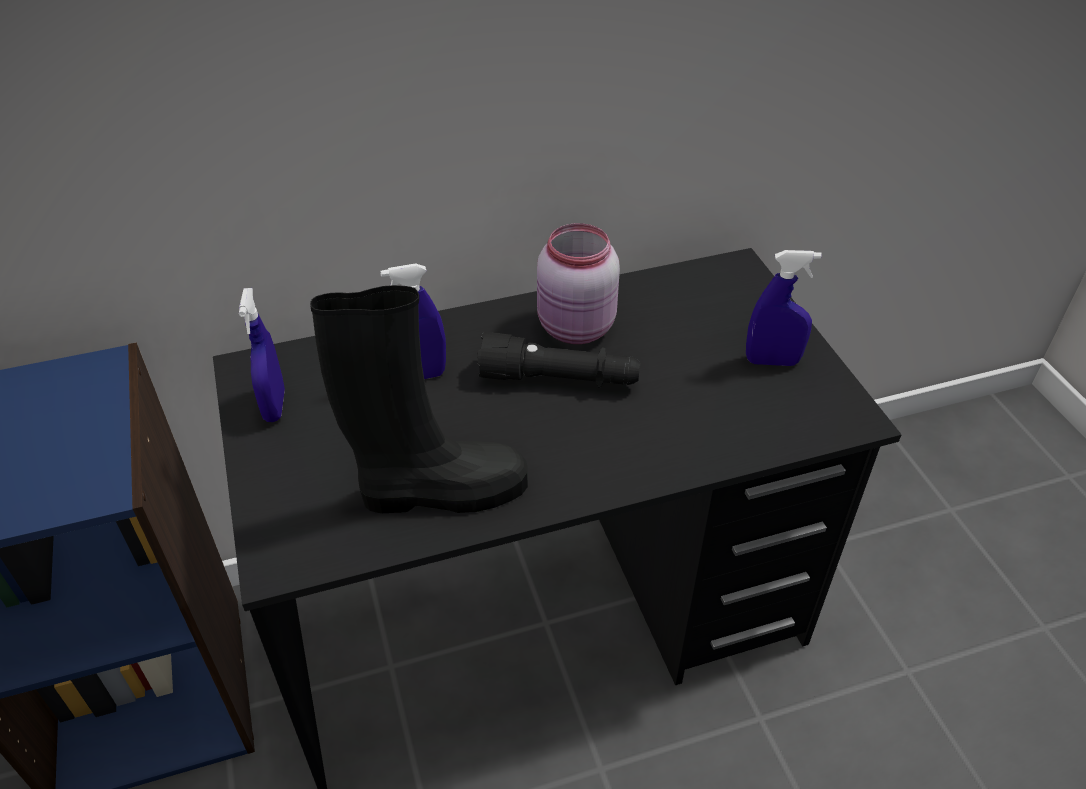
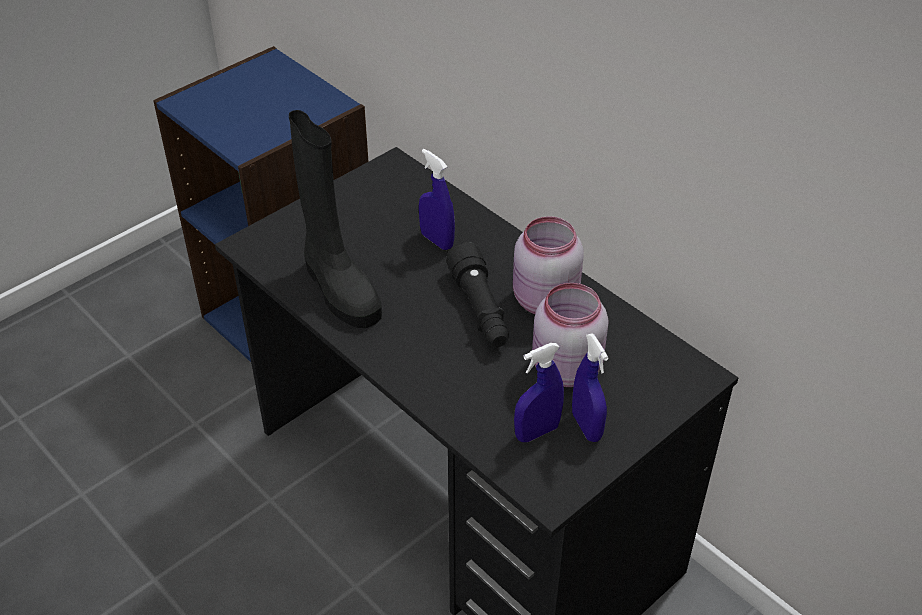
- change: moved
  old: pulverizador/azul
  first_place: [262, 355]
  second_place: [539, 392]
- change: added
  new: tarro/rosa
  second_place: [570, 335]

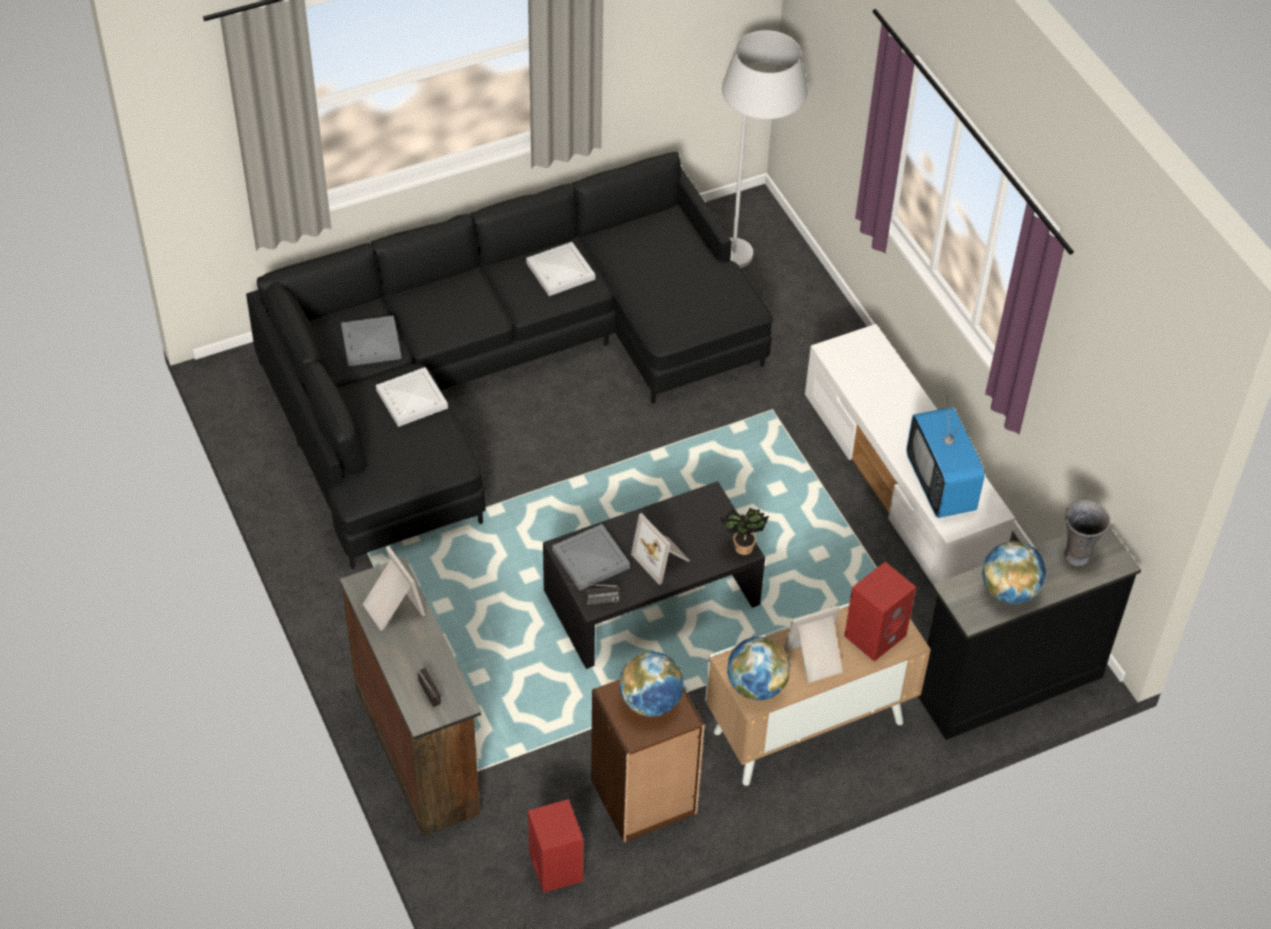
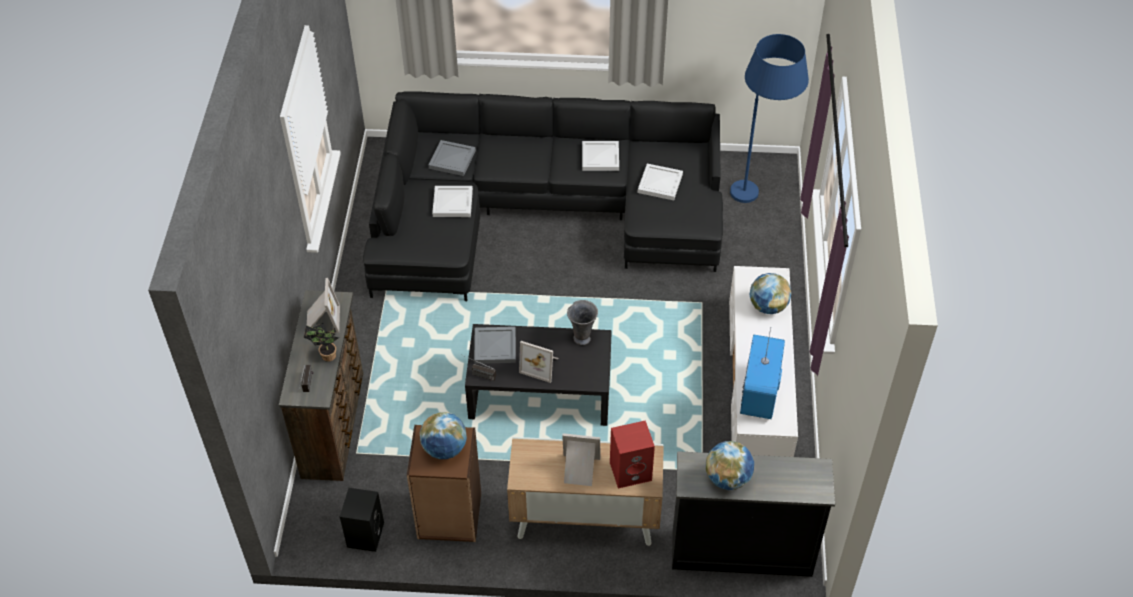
- change: recoloured
  old: altavoz/rojo
  new: altavoz/negro
  first_place: [555, 846]
  second_place: [362, 520]
- change: turned
  old: portarretratos
  first_place: [660, 549]
  second_place: [538, 362]
  degrees: -60
- change: moved
  old: planta en maceta
  first_place: [744, 531]
  second_place: [321, 342]
- change: recoloured
  old: lámpara de pie/blanco
  new: lámpara de pie/azul
  first_place: [765, 149]
  second_place: [769, 118]
- change: moved
  old: globo terráqueo
  first_place: [759, 668]
  second_place: [770, 293]
- change: moved
  old: florero/gris
  first_place: [1087, 533]
  second_place: [582, 322]
- change: added
  new: bandeja/blanco
  second_place: [660, 182]

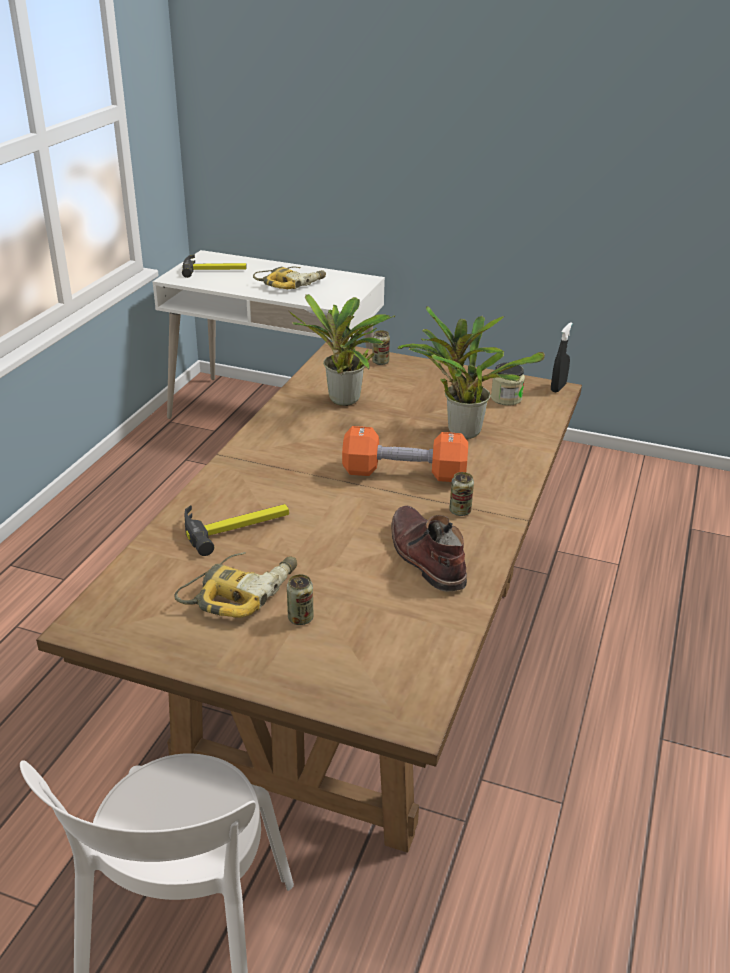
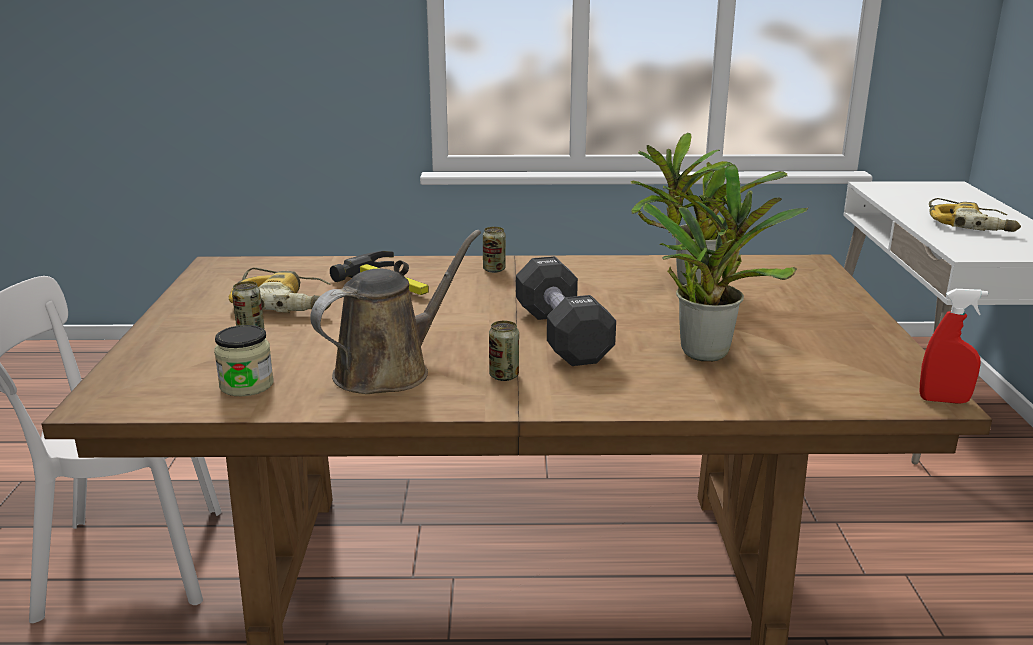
- change: removed
  old: martillo
  first_place: [214, 266]
- change: recoloured
  old: mancuerna/naranja
  new: mancuerna/negro
  first_place: [405, 454]
  second_place: [566, 311]
- change: moved
  old: lata
  first_place: [381, 347]
  second_place: [494, 250]
- change: replaced
  old: bota/marrón
  new: regadera/marrón
  first_place: [429, 548]
  second_place: [395, 312]
- change: moved
  old: tarro
  first_place: [508, 384]
  second_place: [243, 360]
- change: recoloured
  old: pulverizador/negro
  new: pulverizador/rojo
  first_place: [562, 357]
  second_place: [954, 346]

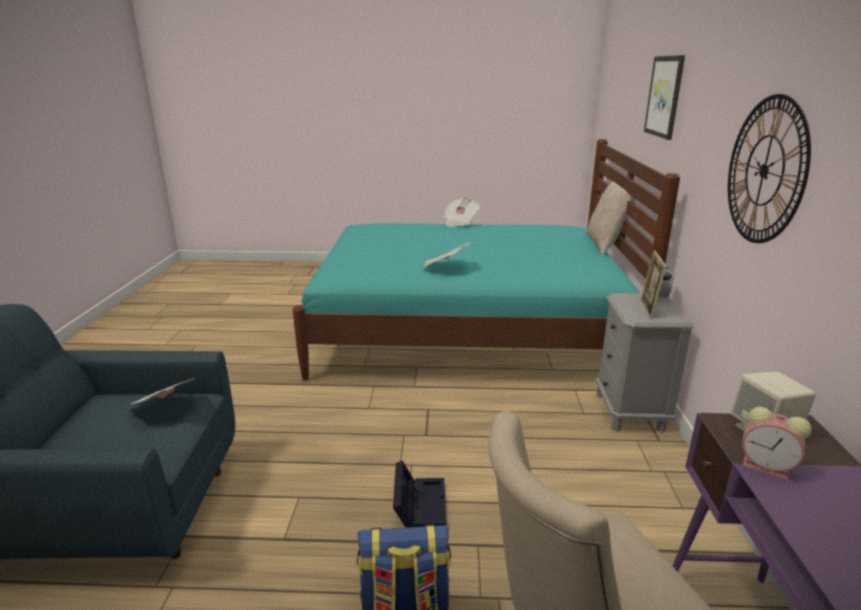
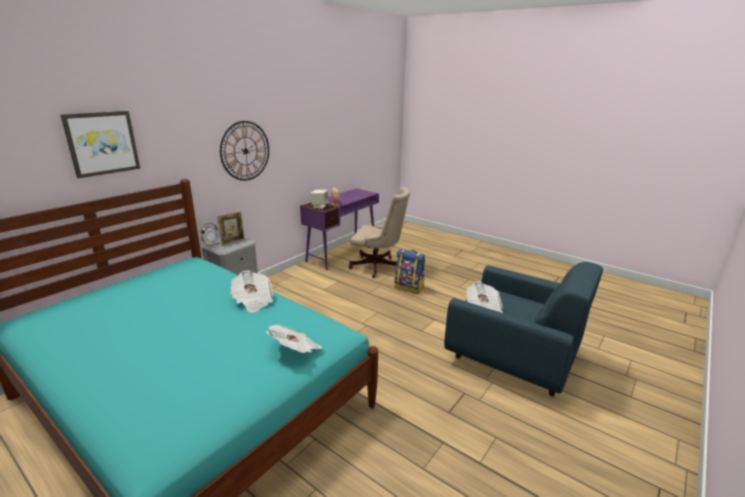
- change: removed
  old: caja de almacenaje/negro
  first_place: [420, 494]
- change: moved
  old: periódico
  first_place: [462, 212]
  second_place: [294, 339]
- change: removed
  old: cojín/beis
  first_place: [611, 218]

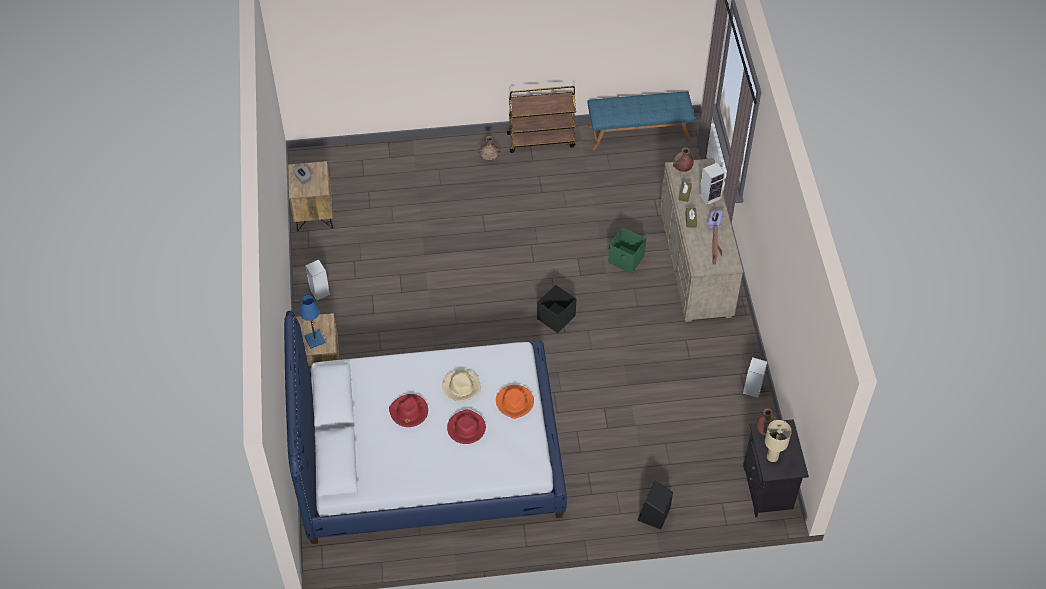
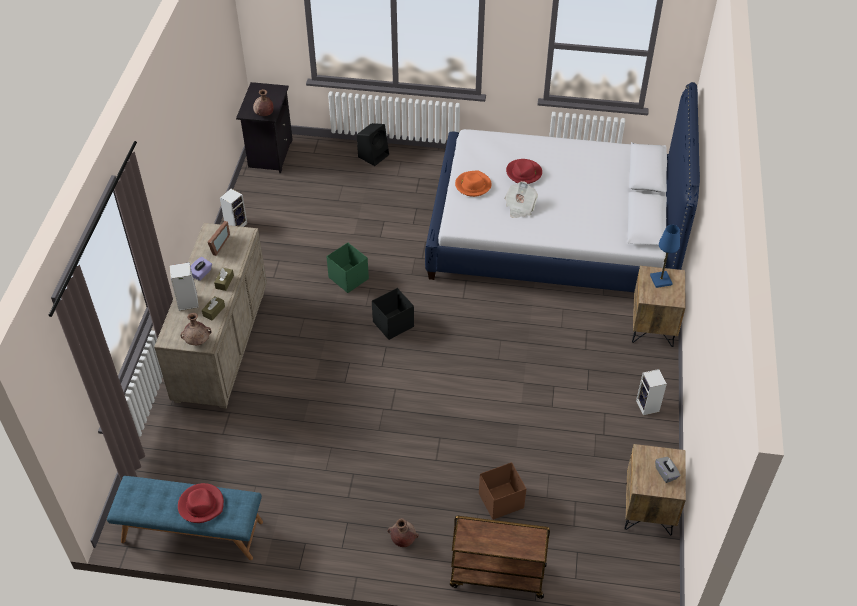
- change: moved
  old: sombrero/rojo
  first_place: [408, 410]
  second_place: [201, 503]
- change: replaced
  old: sombrero/beis
  new: periódico
  first_place: [461, 385]
  second_place: [521, 199]
- change: moved
  old: carrito/marrón
  first_place: [541, 119]
  second_place: [500, 557]
- change: moved
  old: caja de almacenaje/verde
  first_place: [627, 250]
  second_place: [347, 268]
- change: removed
  old: lámpara de mesa/beis
  first_place: [778, 441]
- change: added
  new: caja de almacenaje/marrón
  second_place: [502, 491]

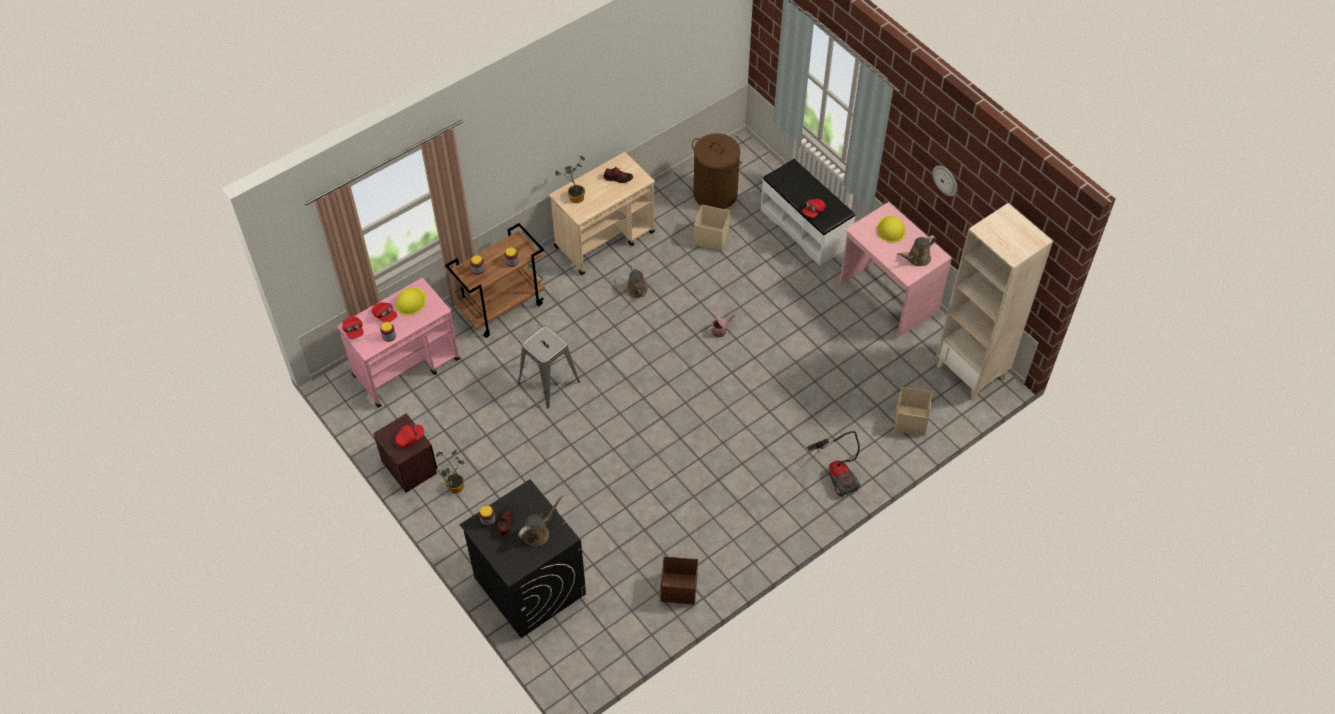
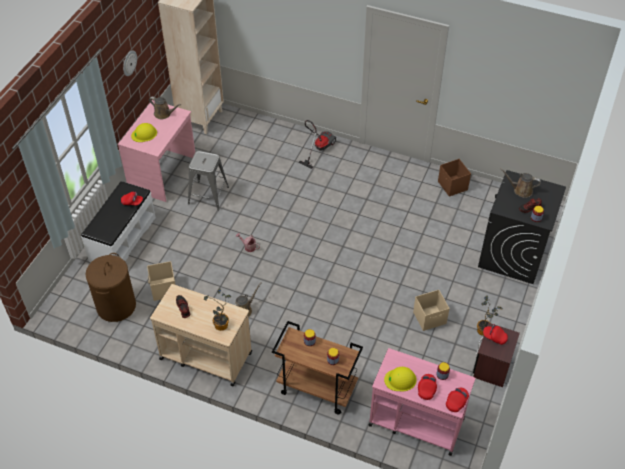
- change: moved
  old: taburete/gris
  first_place: [549, 367]
  second_place: [208, 181]
- change: moved
  old: caja de almacenaje/beis
  first_place: [913, 411]
  second_place: [431, 310]

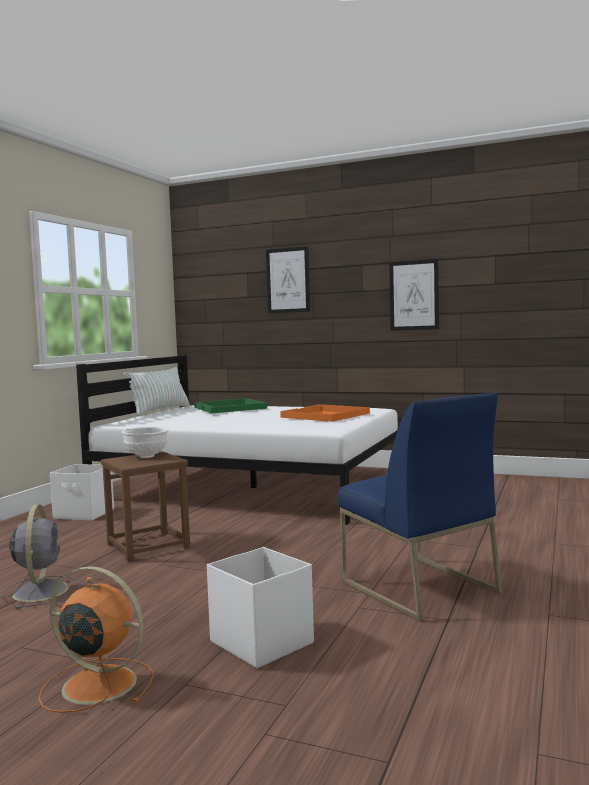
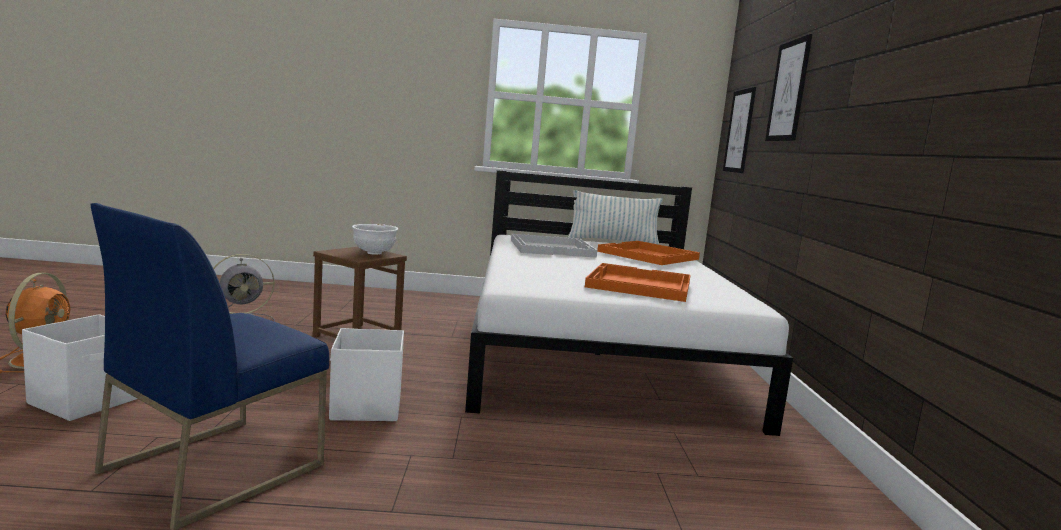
- change: moved
  old: caja de almacenaje/blanco
  first_place: [82, 492]
  second_place: [366, 374]
- change: recoloured
  old: bandeja/verde
  new: bandeja/naranja
  first_place: [230, 405]
  second_place: [648, 253]
- change: moved
  old: cuadro
  first_place: [414, 295]
  second_place: [739, 130]
- change: added
  new: bandeja/blanco
  second_place: [554, 246]

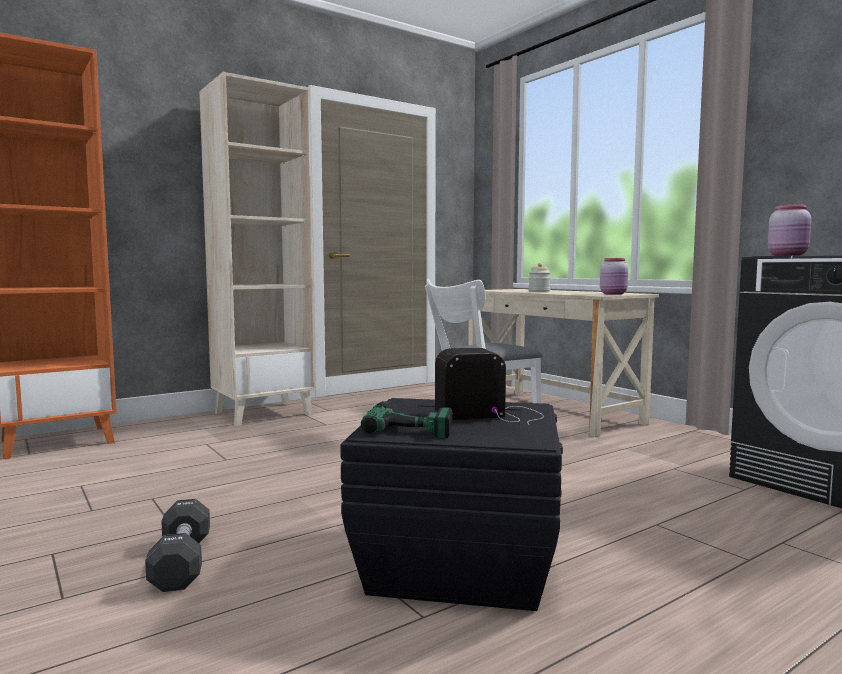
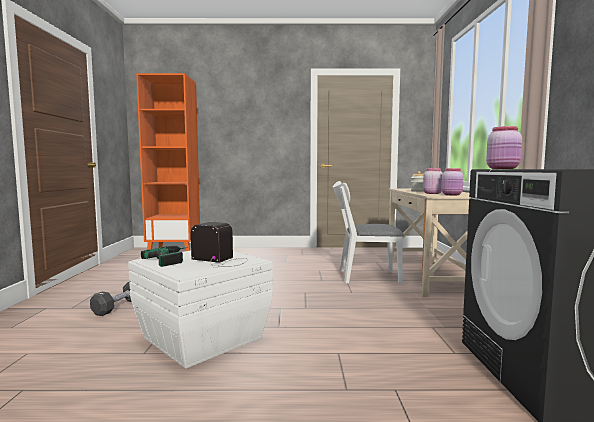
- change: removed
  old: estantería/beis
  first_place: [257, 249]
- change: recoloured
  old: caja de almacenaje/negro
  new: caja de almacenaje/blanco
  first_place: [451, 504]
  second_place: [200, 309]
- change: added
  new: tarro/rosa
  second_place: [433, 181]

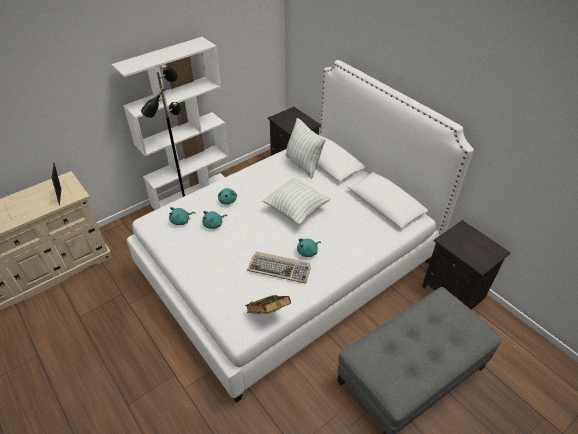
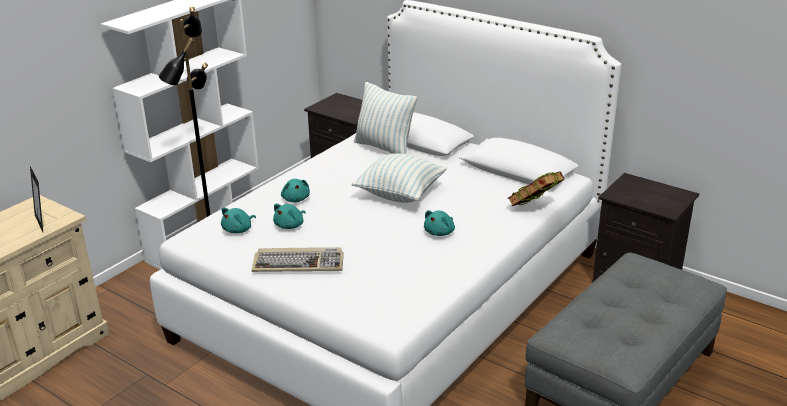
- change: moved
  old: libro
  first_place: [268, 304]
  second_place: [536, 189]
- change: moved
  old: teclado
  first_place: [279, 267]
  second_place: [298, 259]

